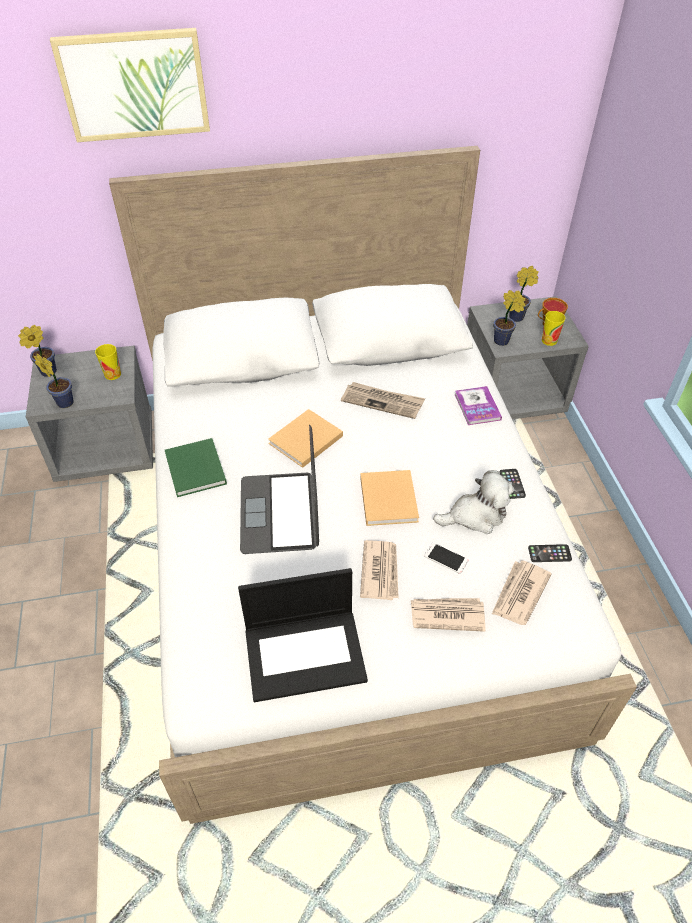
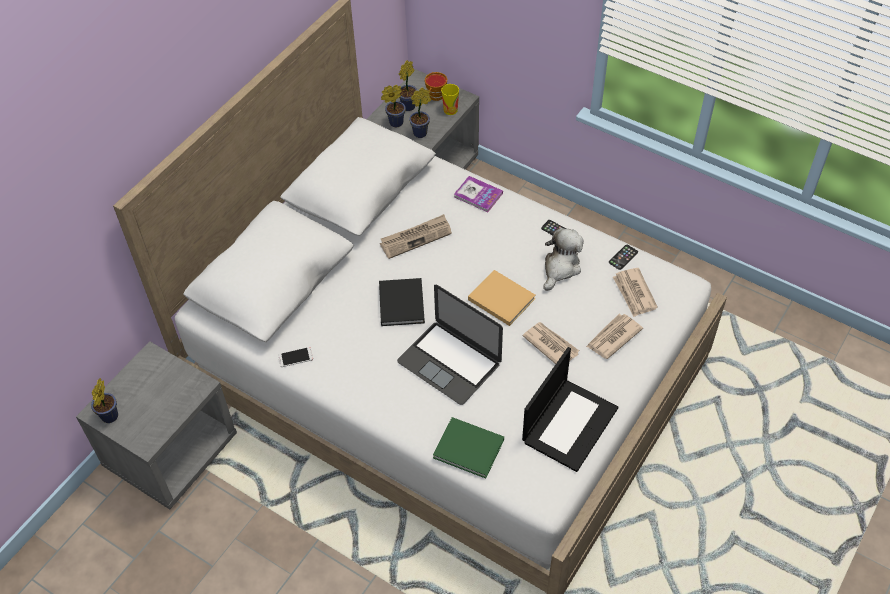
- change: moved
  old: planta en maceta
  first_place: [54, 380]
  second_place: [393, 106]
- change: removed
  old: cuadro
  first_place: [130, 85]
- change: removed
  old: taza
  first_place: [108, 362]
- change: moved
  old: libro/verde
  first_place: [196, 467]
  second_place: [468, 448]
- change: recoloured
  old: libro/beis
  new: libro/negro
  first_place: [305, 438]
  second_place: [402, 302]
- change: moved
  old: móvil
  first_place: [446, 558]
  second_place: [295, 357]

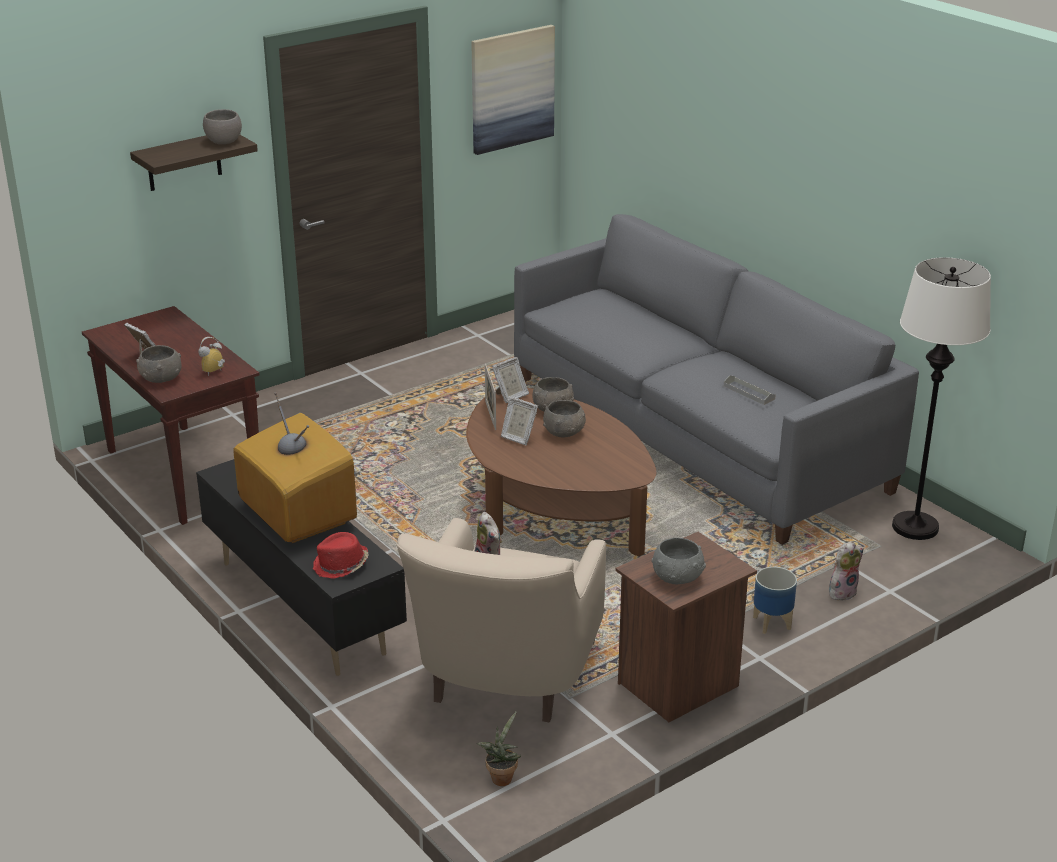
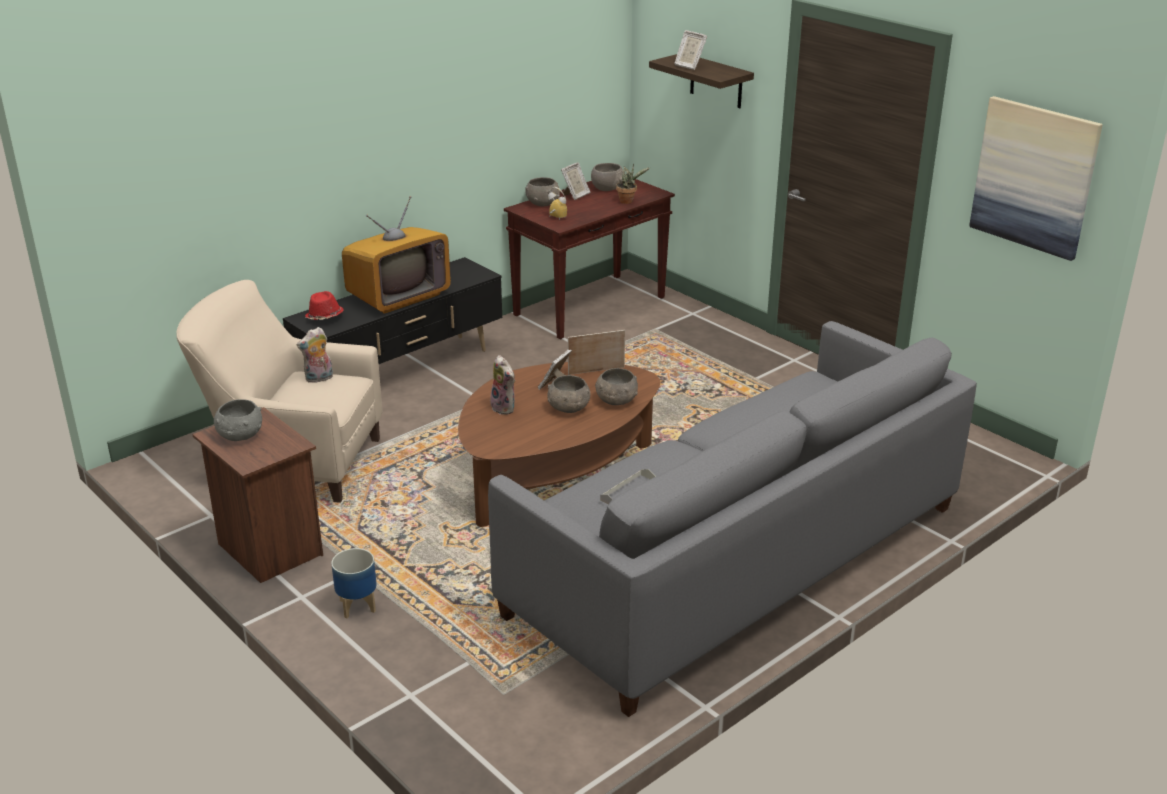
- change: moved
  old: cuenco/gris
  first_place: [222, 126]
  second_place: [607, 177]
- change: moved
  old: planta en maceta
  first_place: [498, 748]
  second_place: [633, 184]
- change: moved
  old: portarretratos
  first_place: [510, 380]
  second_place: [690, 50]
- change: moved
  old: peluche
  first_place: [846, 570]
  second_place: [502, 385]
- change: removed
  old: lámpara de pie/blanco
  first_place: [941, 398]

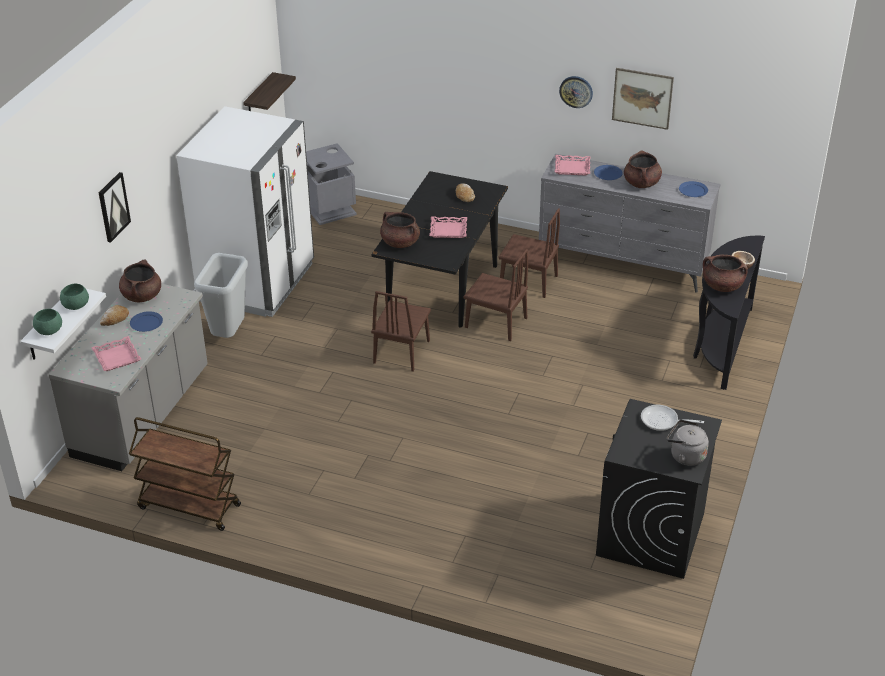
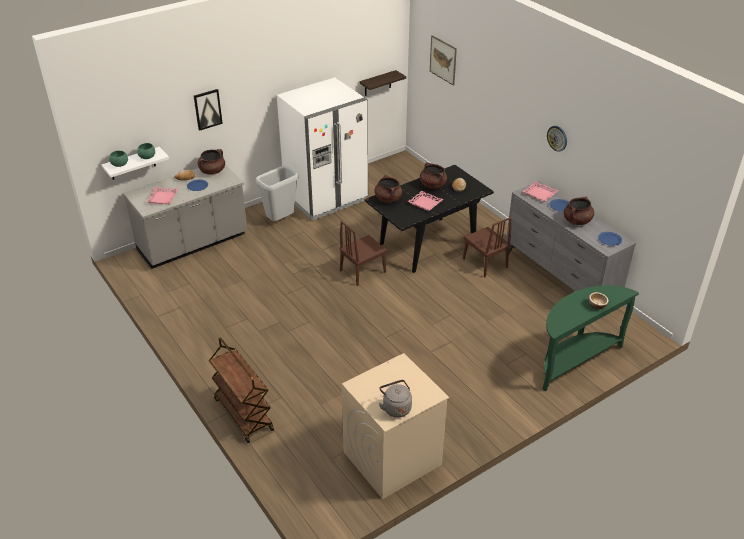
- change: moved
  old: carrito/marrón
  first_place: [185, 474]
  second_place: [241, 390]
- change: removed
  old: papelera/gris
  first_place: [331, 184]
- change: removed
  old: silla/marrón
  first_place: [496, 295]
- change: recoloured
  old: lavadora/negro
  new: lavadora/beis
  first_place: [659, 489]
  second_place: [395, 426]
- change: moved
  old: cuadro
  first_place: [643, 99]
  second_place: [443, 60]
- change: removed
  old: sartén
  first_place: [672, 418]
- change: recoloured
  old: mesa consola/negro
  new: mesa consola/verde
  first_place: [729, 313]
  second_place: [590, 338]
- change: moved
  old: olla/marrón
  first_place: [725, 273]
  second_place: [433, 175]

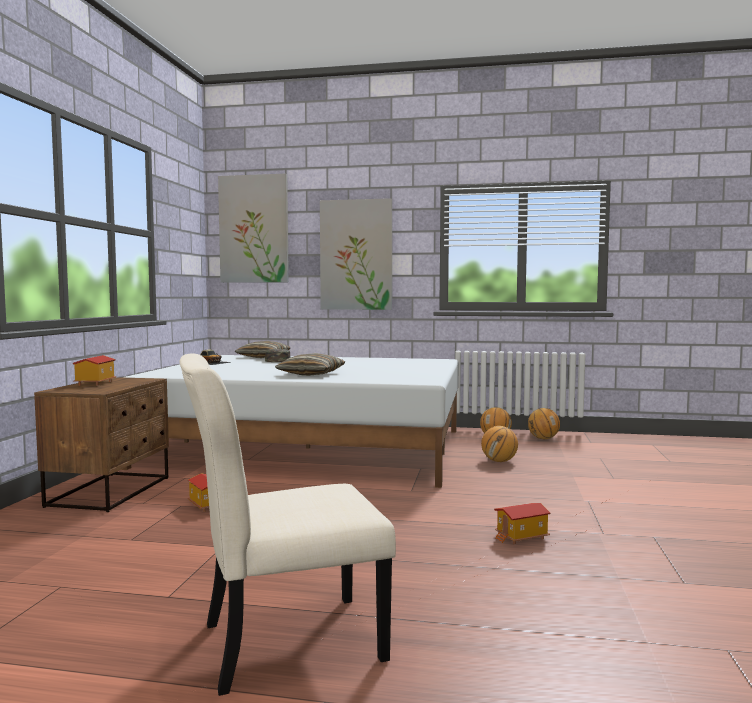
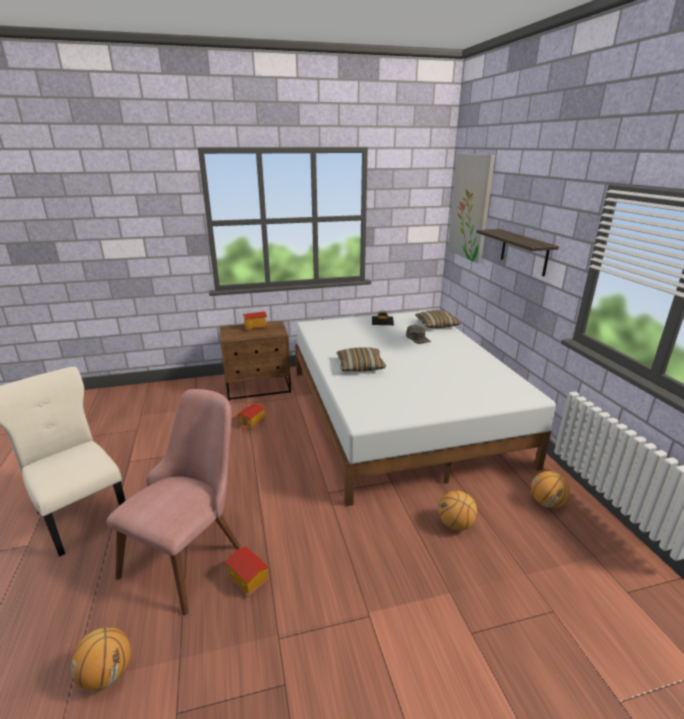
- change: replaced
  old: cuadro
  new: estante
  first_place: [356, 254]
  second_place: [517, 252]
- change: moved
  old: balón de baloncesto
  first_place: [544, 423]
  second_place: [100, 659]
- change: added
  new: silla/rosa
  second_place: [174, 502]

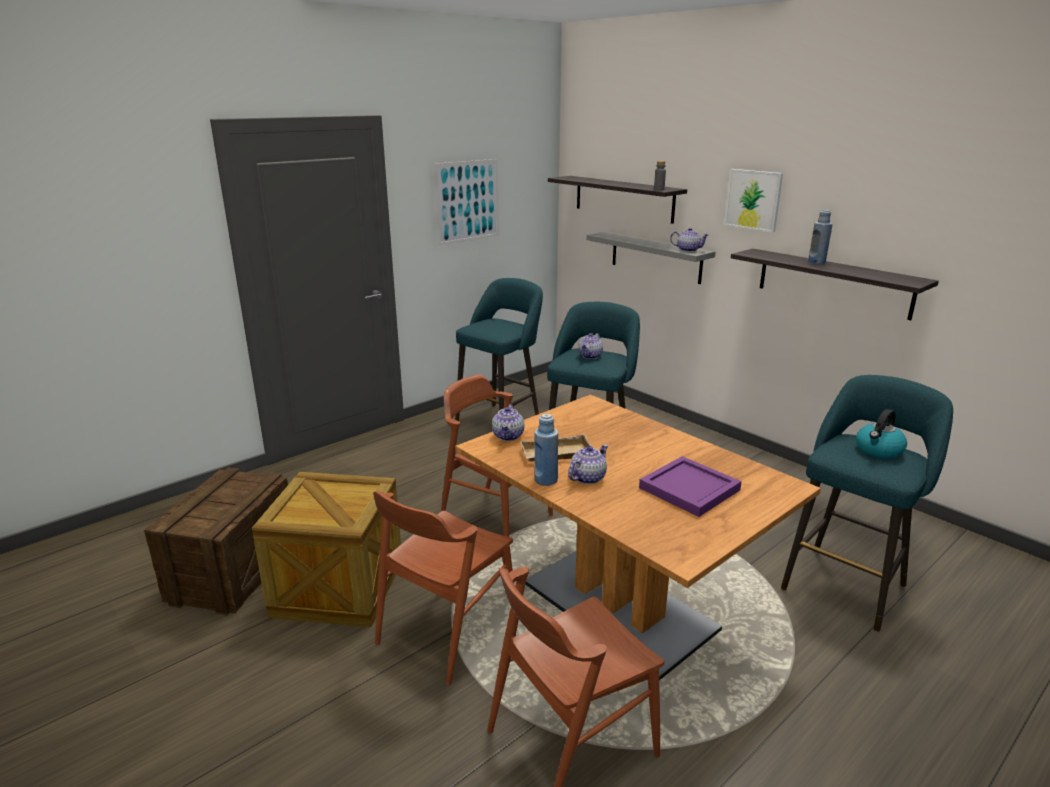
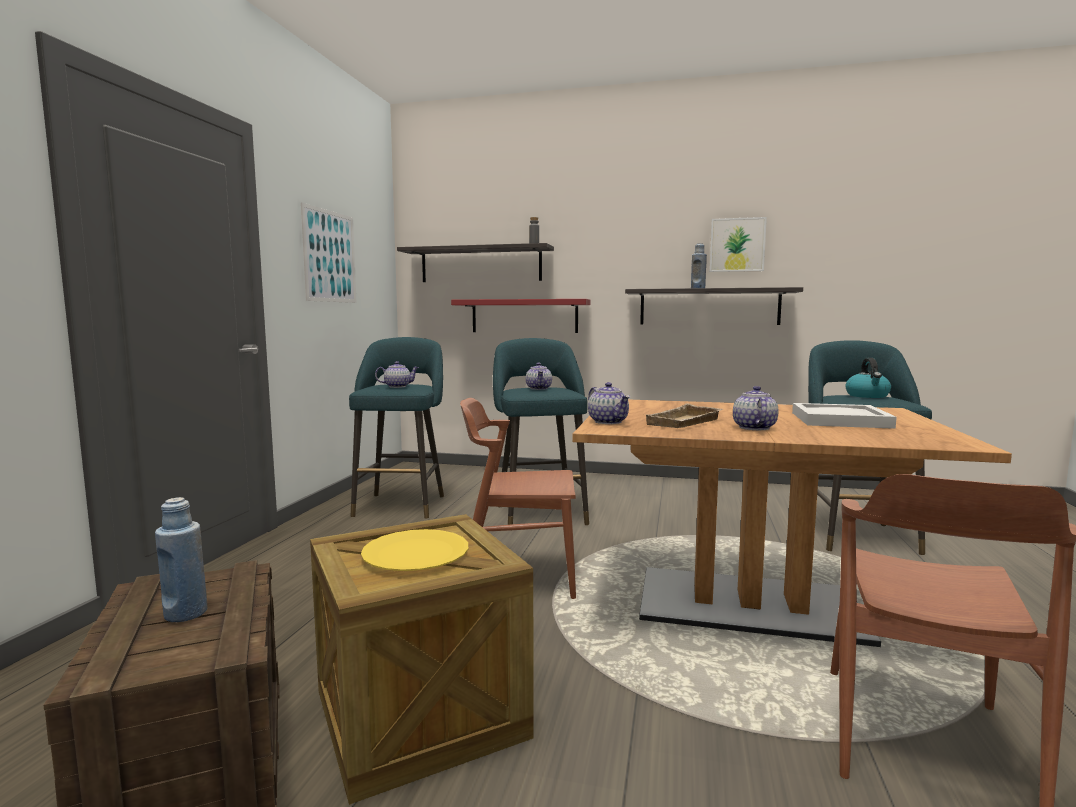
- change: removed
  old: silla/marrón
  first_place: [443, 588]
- change: moved
  old: botella/azul
  first_place: [546, 450]
  second_place: [181, 559]
- change: recoloured
  old: estante/gris
  new: estante/rojo
  first_place: [650, 257]
  second_place: [521, 316]
- change: recoloured
  old: bandeja/morado
  new: bandeja/blanco
  first_place: [690, 486]
  second_place: [844, 416]
- change: moved
  old: tetera
  first_place: [689, 240]
  second_place: [397, 374]
- change: moved
  old: cuadro
  first_place: [753, 200]
  second_place: [738, 244]
- change: added
  new: plato/amarillo
  second_place: [414, 550]

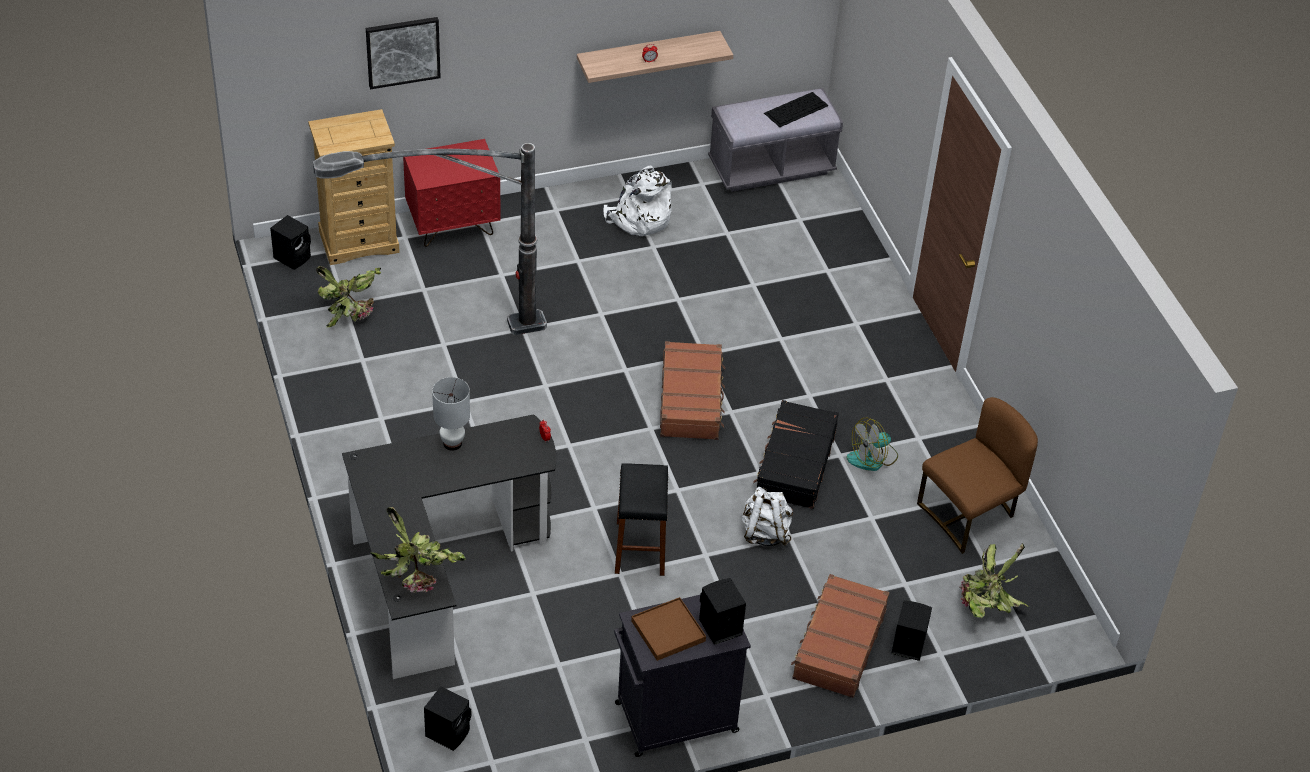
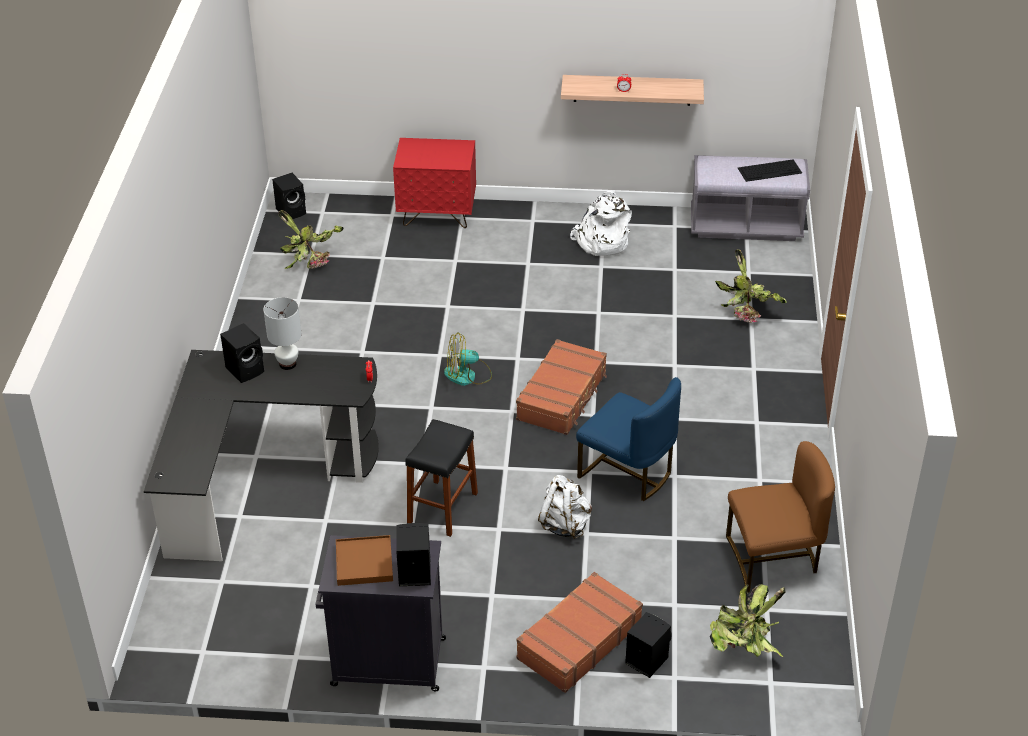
- change: removed
  old: cómoda/beis
  first_place: [354, 187]
- change: removed
  old: lámpara de pie
  first_place: [430, 239]
- change: removed
  old: cuadro
  first_place: [403, 53]
- change: moved
  old: planta en maceta
  first_place: [418, 550]
  second_place: [751, 286]
- change: moved
  old: altavoz/negro
  first_place: [447, 718]
  second_place: [242, 353]
- change: replaced
  old: maleta/negro
  new: silla/azul
  first_place: [796, 454]
  second_place: [628, 439]
- change: moved
  old: ventilador
  first_place: [872, 444]
  second_place: [468, 359]

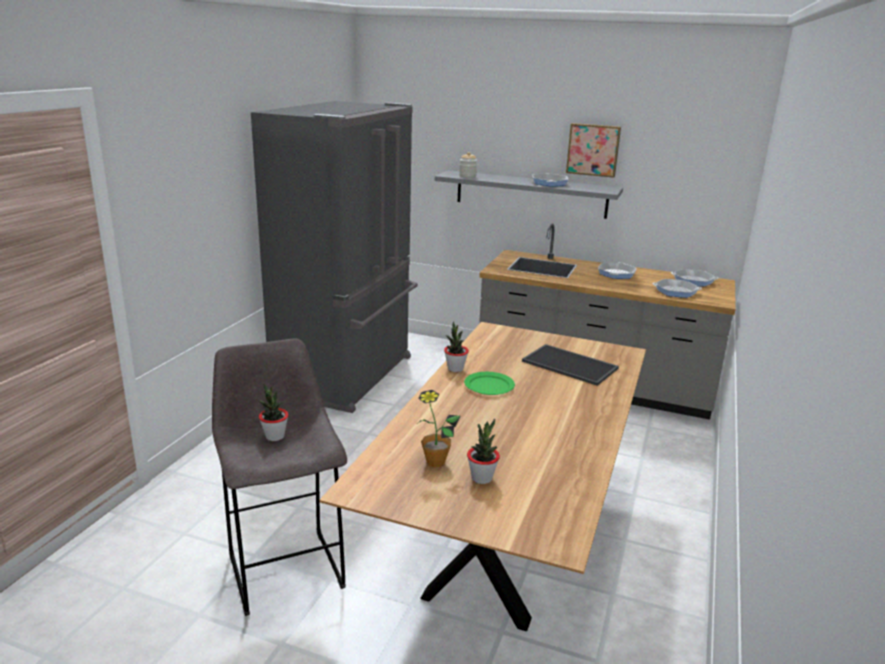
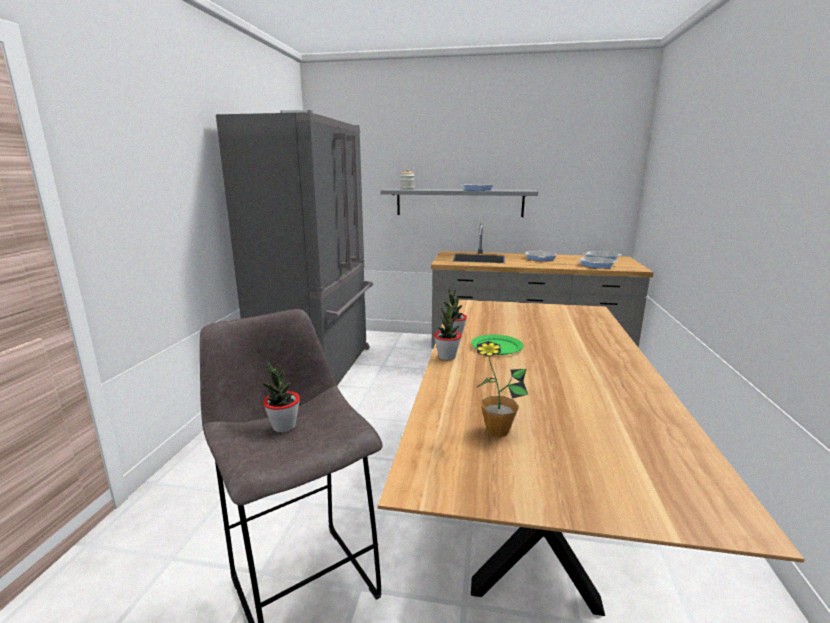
- change: moved
  old: planta en maceta
  first_place: [483, 451]
  second_place: [448, 331]
- change: removed
  old: bandeja
  first_place: [570, 365]
- change: removed
  old: cuadro
  first_place: [593, 150]

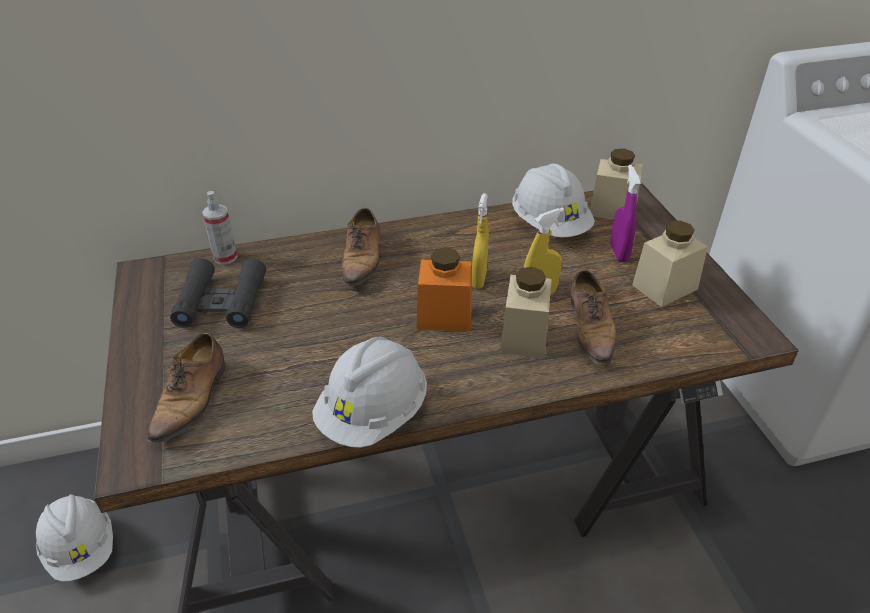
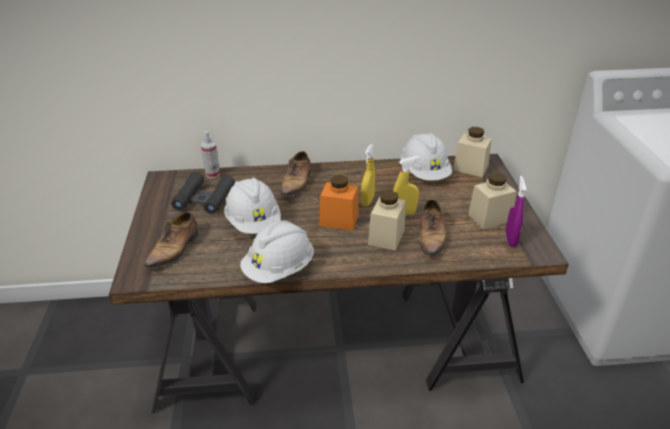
- change: moved
  old: casco/blanco
  first_place: [74, 538]
  second_place: [252, 206]
- change: moved
  old: pulverizador/morado
  first_place: [625, 213]
  second_place: [516, 211]

